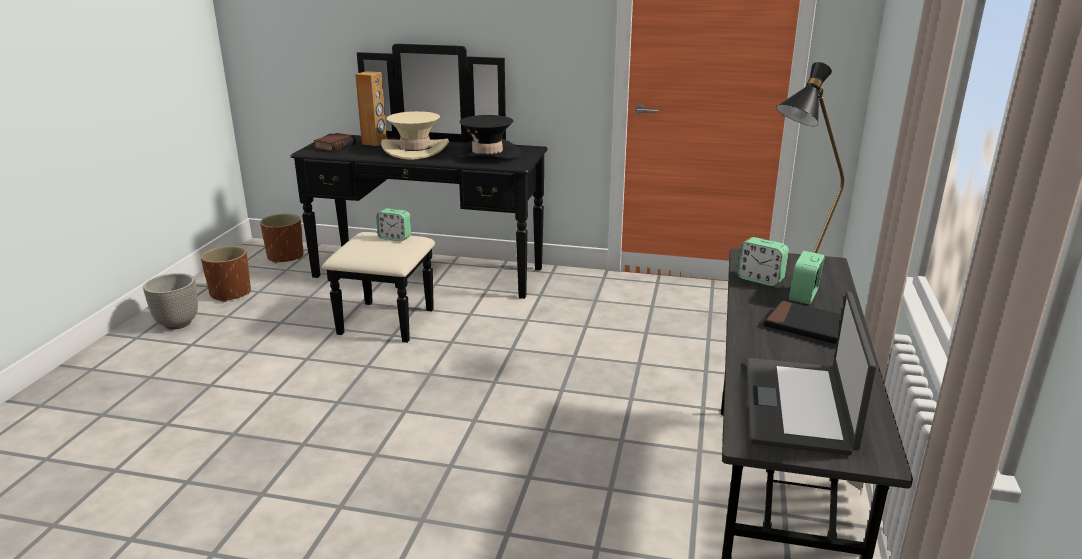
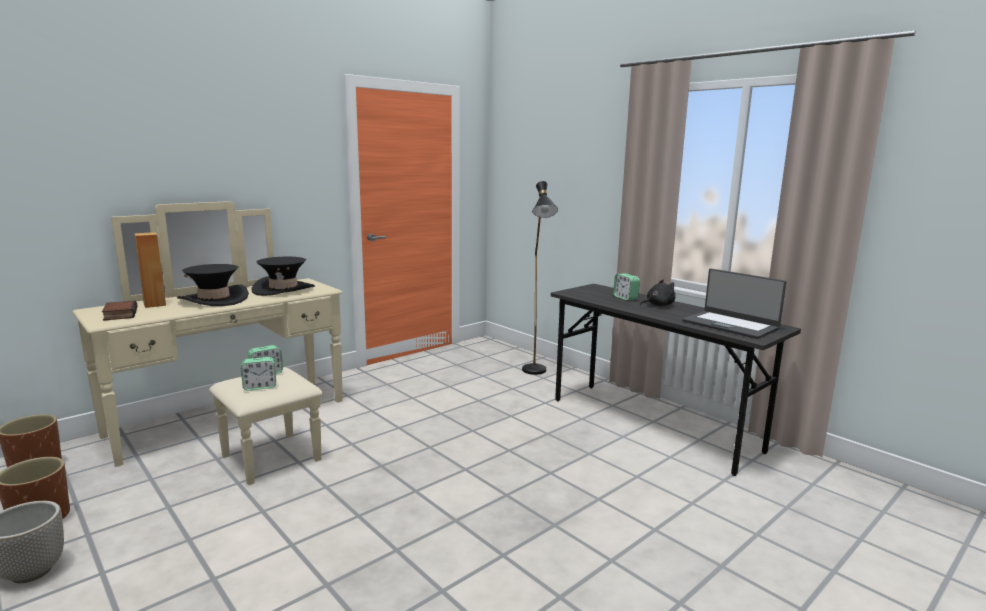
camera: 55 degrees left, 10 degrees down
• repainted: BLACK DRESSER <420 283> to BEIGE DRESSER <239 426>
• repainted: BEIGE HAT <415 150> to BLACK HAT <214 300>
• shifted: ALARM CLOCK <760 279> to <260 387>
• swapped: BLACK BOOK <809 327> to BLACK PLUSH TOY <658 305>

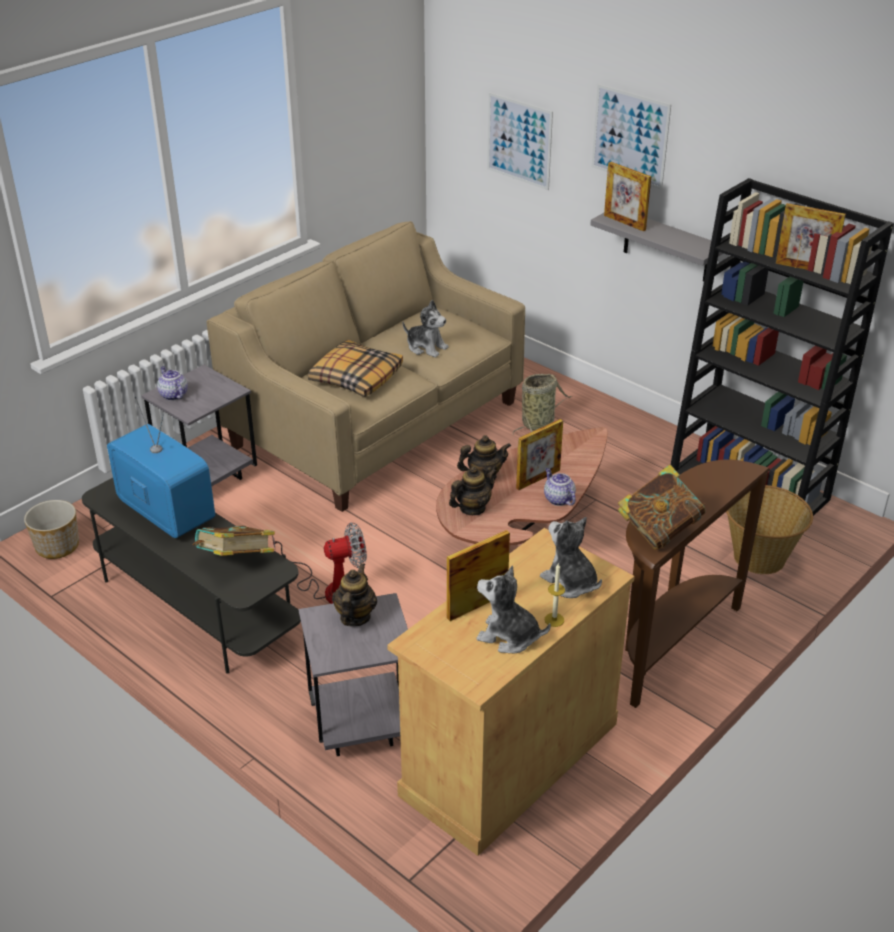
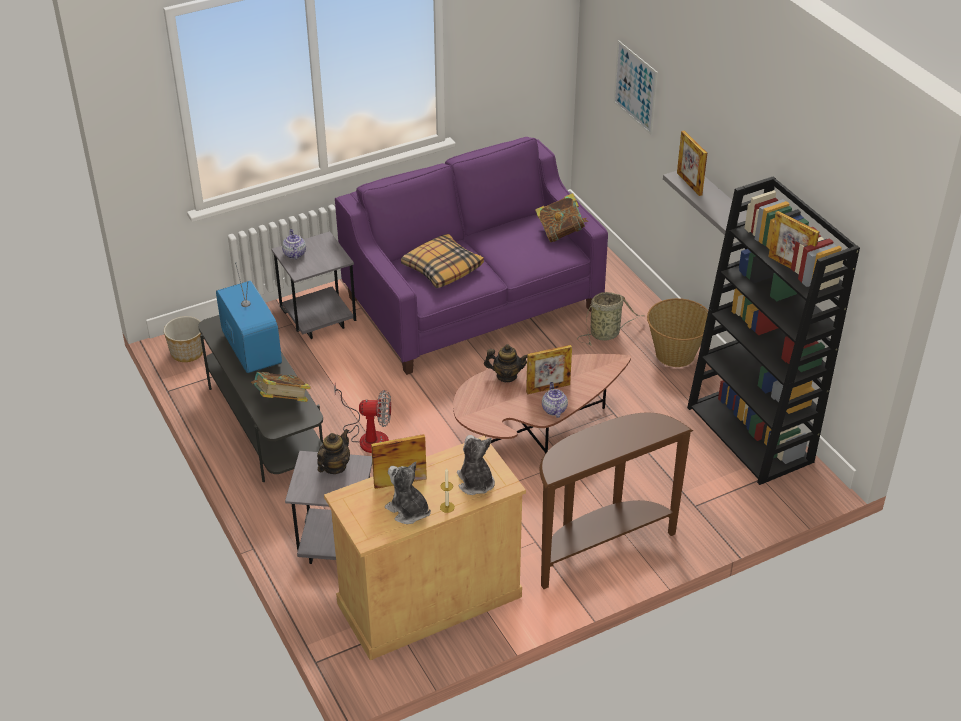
camera: 20 degrees right, 5 degrees up
• repainted: BEIGE SOFA <376 424> to PURPLE SOFA <472 304>
• shifted: BOOK <659 530> to <561 233>
• shifted: BASKET <760 557> to <676 354>
• gone: PLUSH TOY <426 347>
• gone: TEAPOT <472 508>
• gone: PICTURE <630 136>

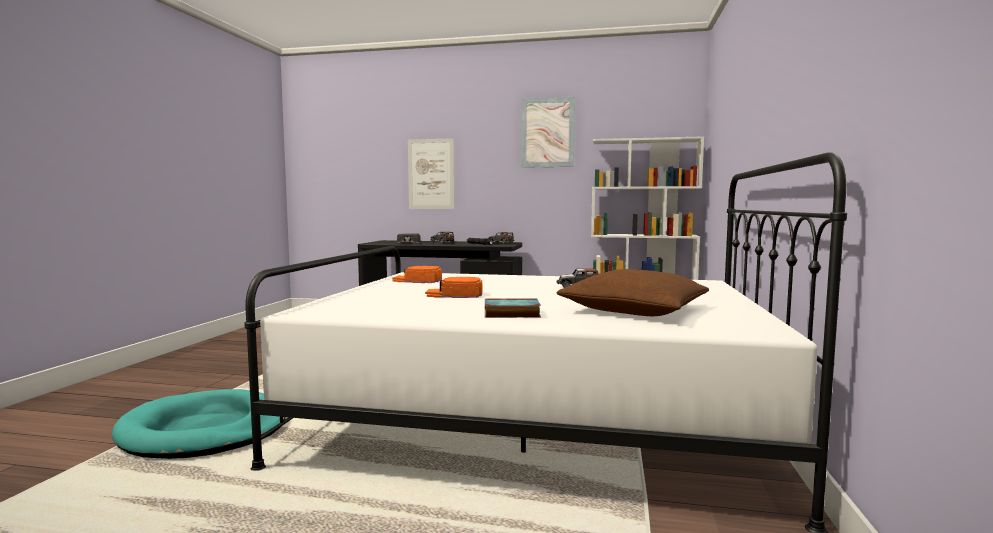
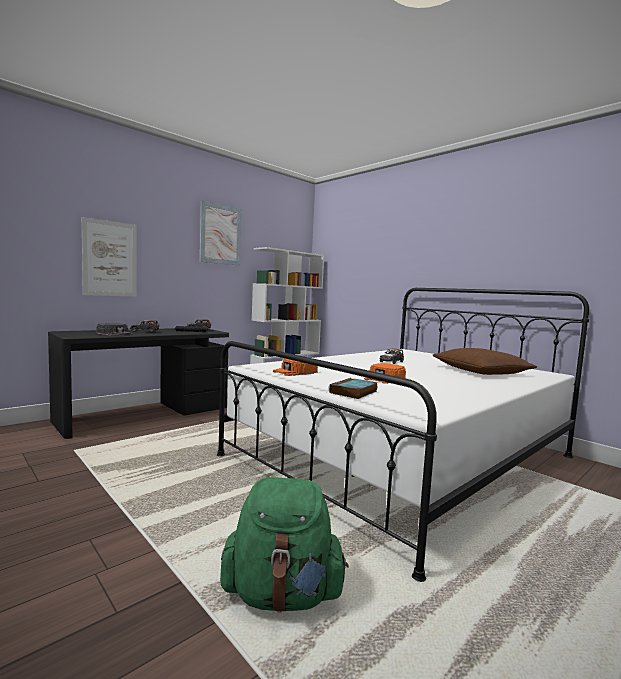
camera: 55 degrees left, 0 degrees up
• swapped: TURQUOISE DOG BED <204 431> to GREEN BACKPACK <282 595>
• shifted: BOOK <510 313> to <353 392>

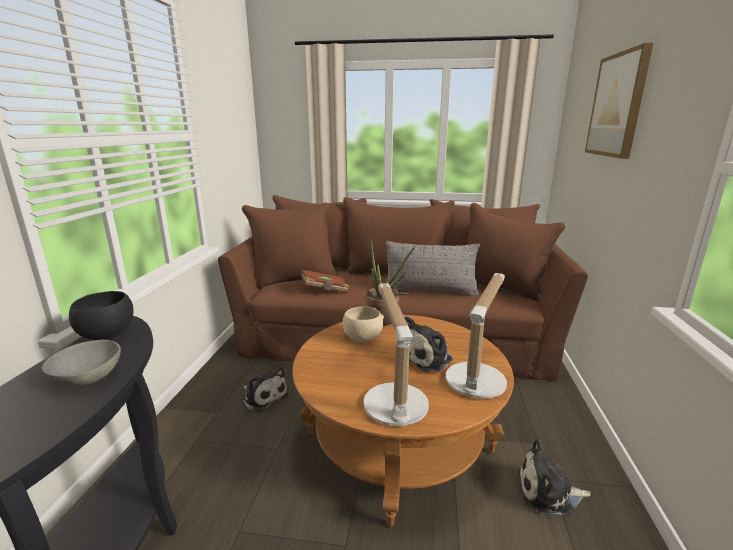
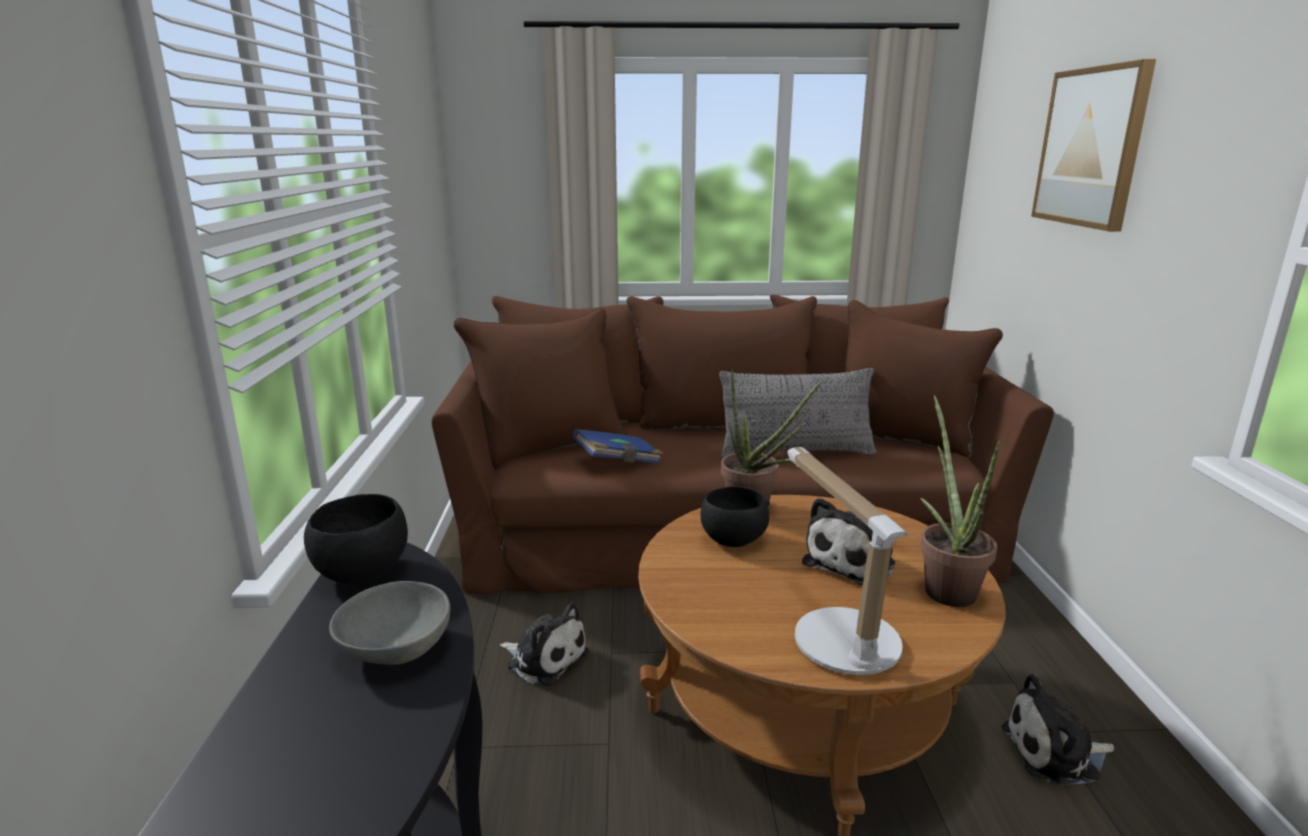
camera: 10 degrees left, 0 degrees up
• repainted: BROWN BOOK <325 290> to BLUE BOOK <618 462>
• repainted: BEIGE BOWL <361 338> to BLACK BOWL <732 540>
• swapped: TABLE LAMP <477 377> to POTTED PLANT <945 587>

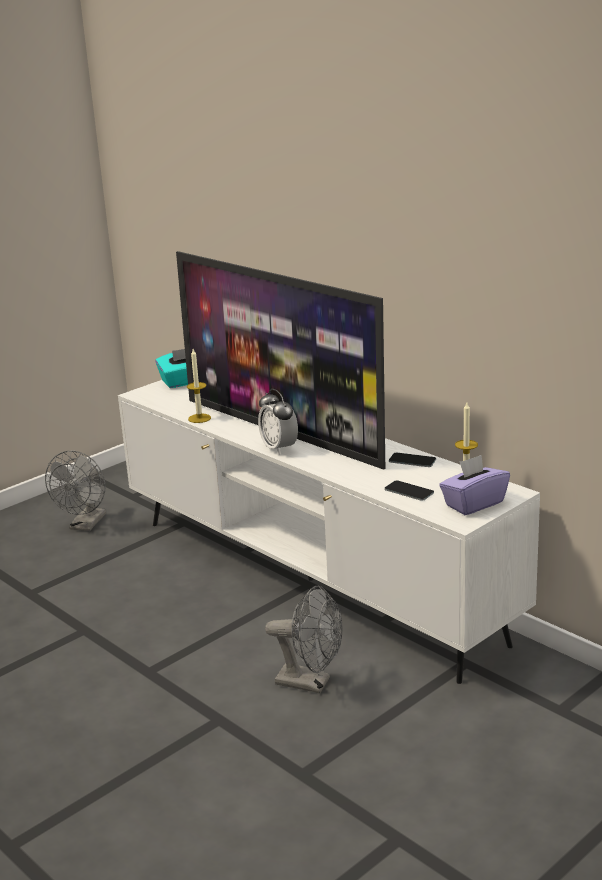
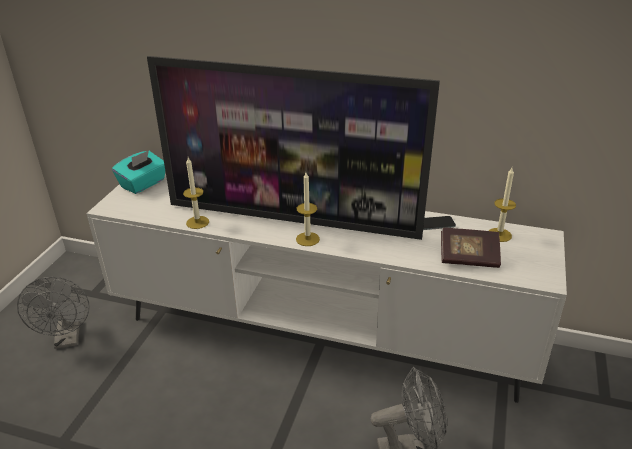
camera: 30 degrees left, 10 degrees up
• swapped: ALARM CLOCK <279 448> to CANDLE <307 239>
• swapped: PHONE <409 491> to BOOK <468 258>
• gone: PURPLE TISSUE BOX <473 503>

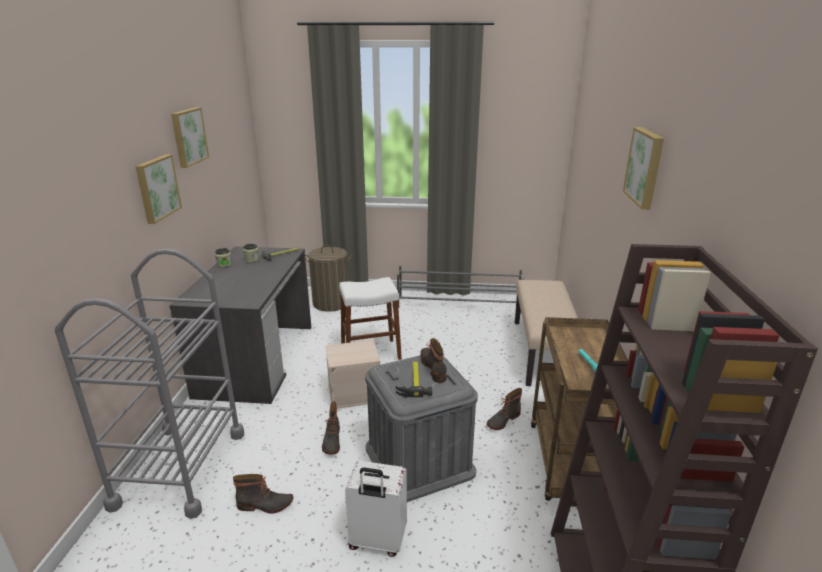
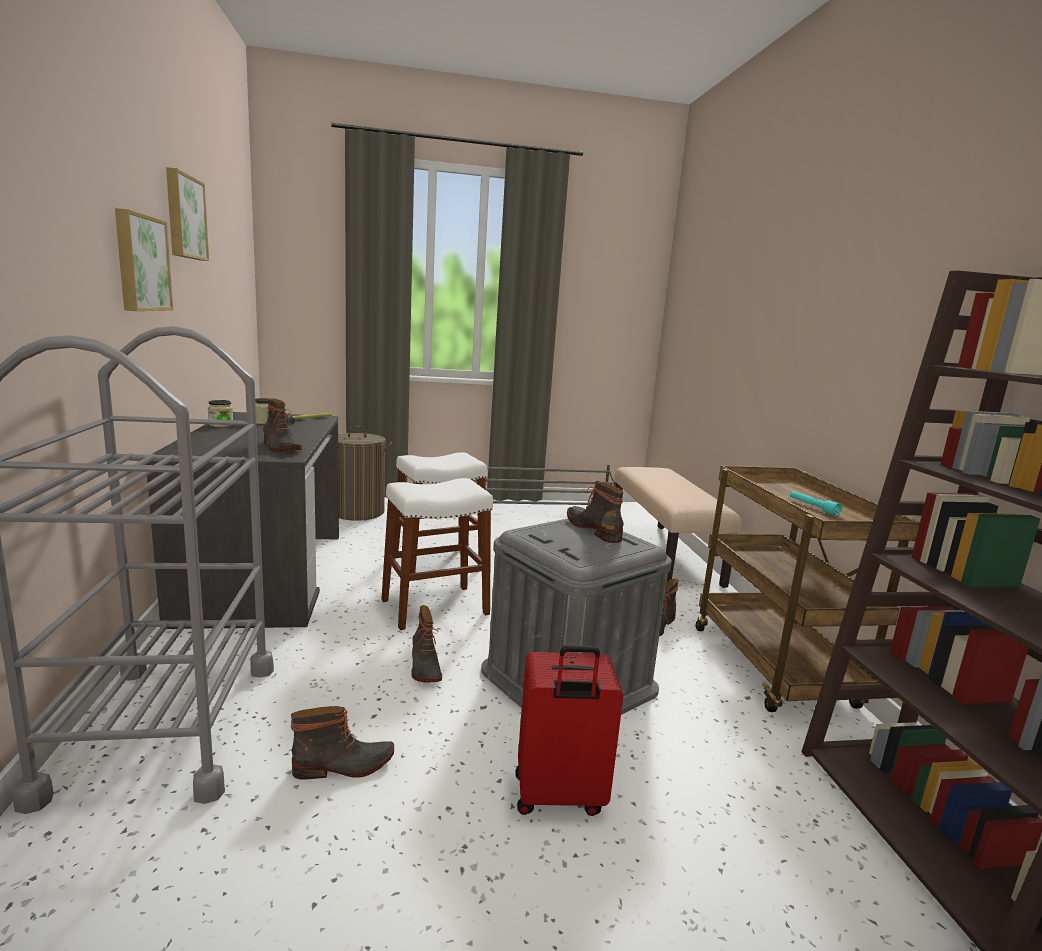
camera: 15 degrees left, 10 degrees down
• new: BOOT <280 447>
• swapped: BEIGE STORAGE BOX <355 393> to WHITE STOOL <435 607>
• repainted: WHITE SUITCASE <377 541> to RED SUITCASE <559 796>
• gone: HAMMER <413 381>
• gone: PICTURE <646 167>

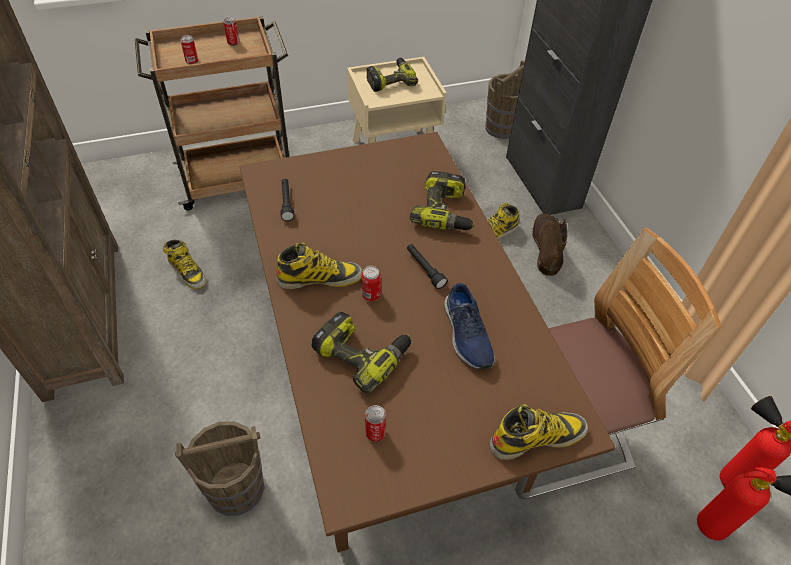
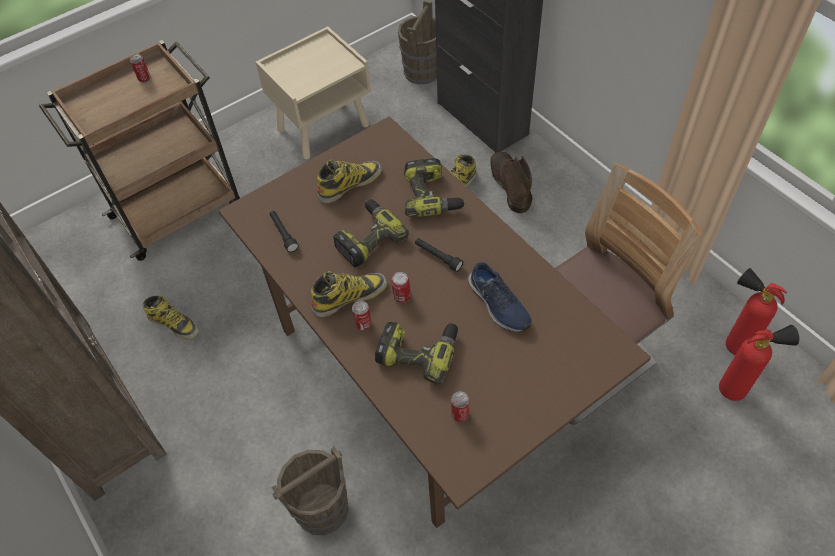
camera: 15 degrees left, 5 degrees up
• shifted: BOOT <537 437> to <350 184>
• shifted: POWER DRILL <390 80> to <367 238>
• shifted: CAN <192 62> to <363 324>

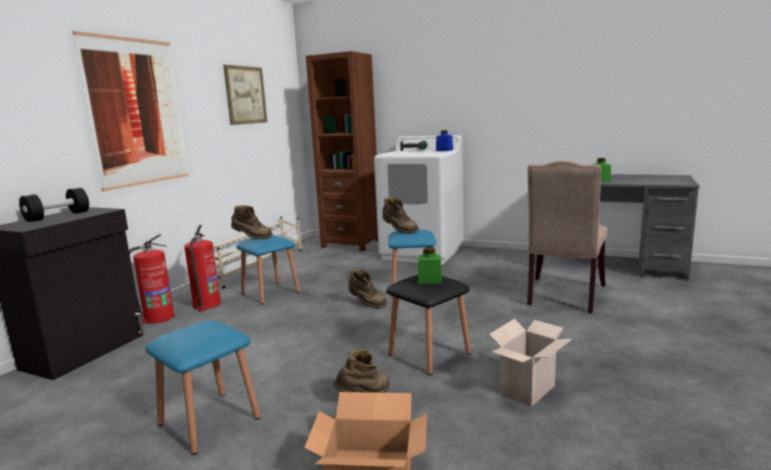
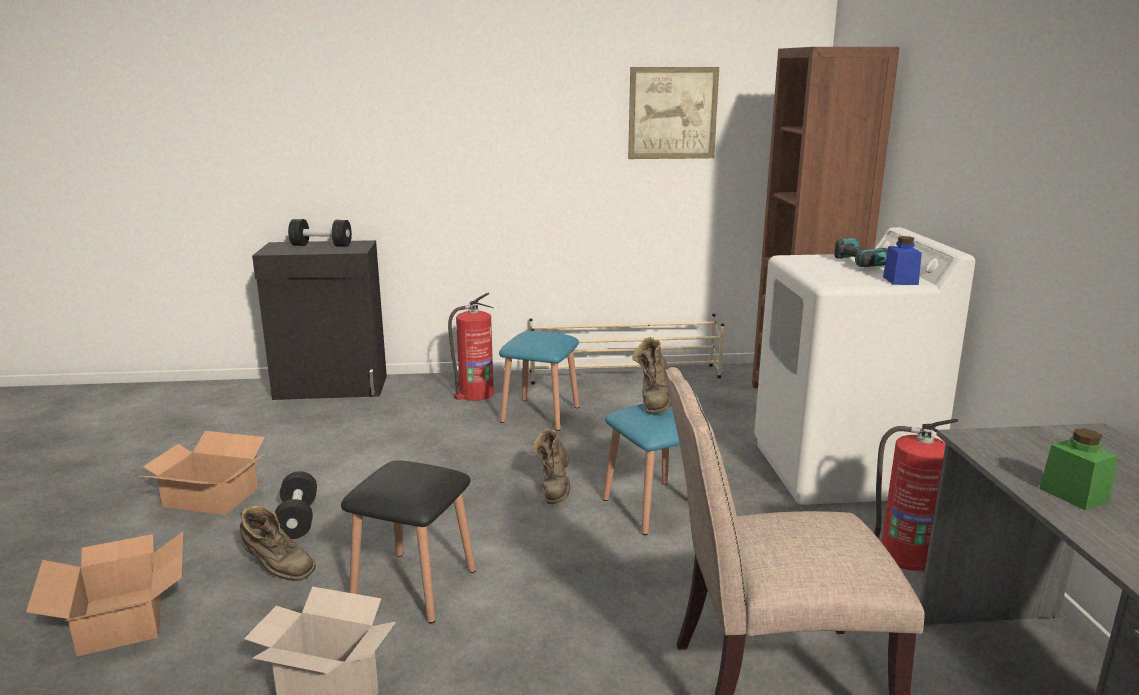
camera: 60 degrees right, 5 degrees up
• swapped: BLUE STOOL <209 421> to CARDBOARD BOX <211 496>
• new: BLACK DUMBBELL <297 519>
• shifted: FIRE EXTINGUISHER <158 318> to <904 555>
• gone: PICTURE <136 112>
• gone: BROWN BOOT <252 238>
• gone: GREEN JAR <430 280>

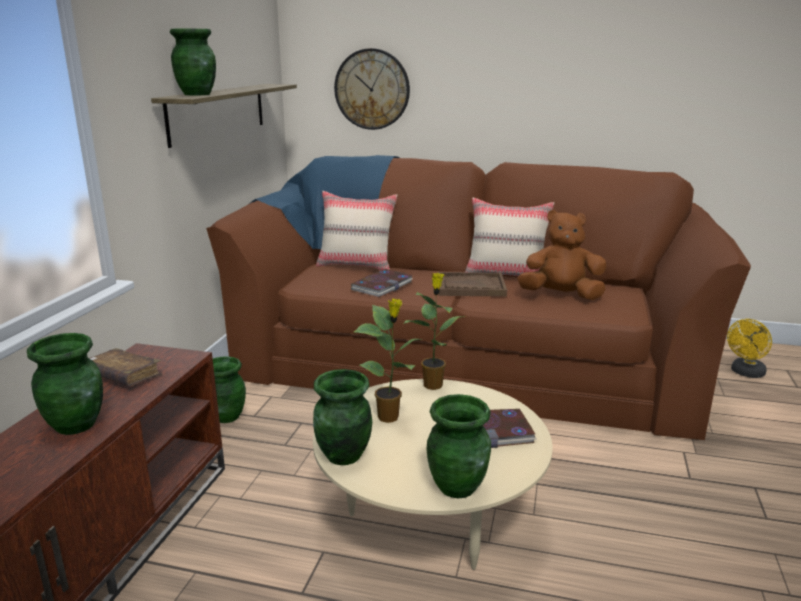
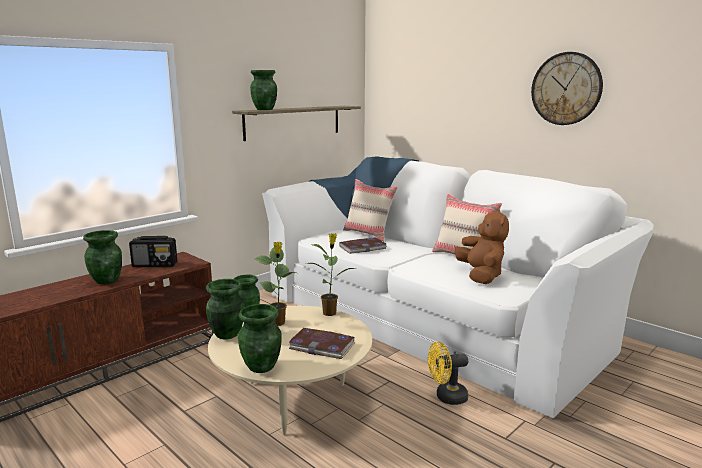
camera: 30 degrees right, 5 degrees down
• swapped: BROWN BOOK <123 376> to RADIO <155 265>
• repainted: BROWN SOFA <464 358> to WHITE SOFA <431 316>
• shifted: YELLOW FAN <745 373> to <446 397>
• rotated: BROWN PLUSH TOY <561 295> = <481 276> 45 degrees clockwise
• shifted: WALL CLOCK <372 89> to <566 89>
• gone: BROWN TRAY <470 287>

